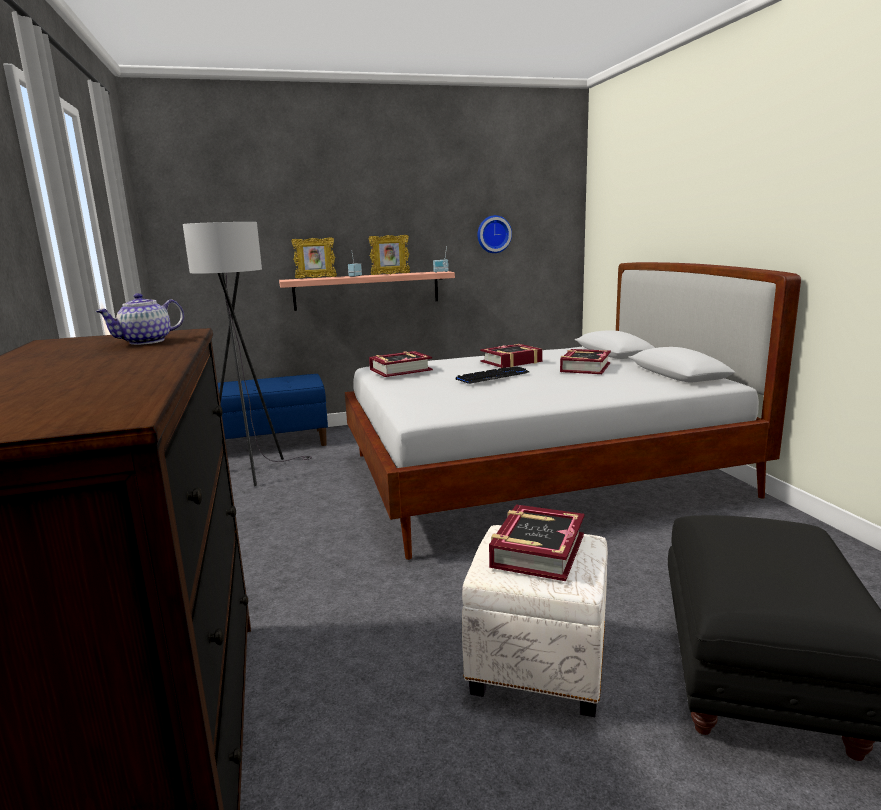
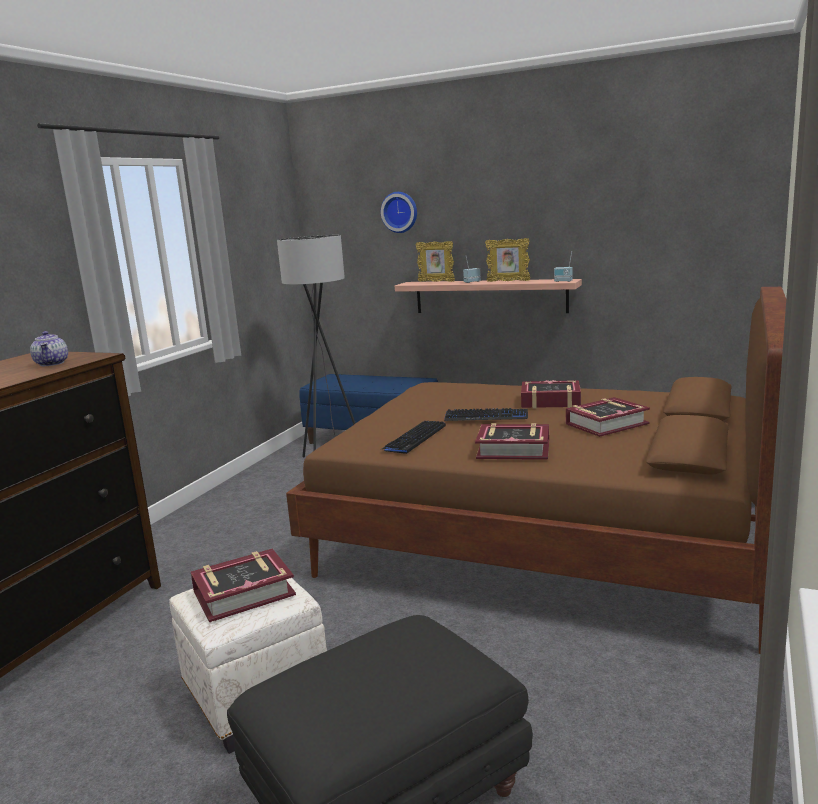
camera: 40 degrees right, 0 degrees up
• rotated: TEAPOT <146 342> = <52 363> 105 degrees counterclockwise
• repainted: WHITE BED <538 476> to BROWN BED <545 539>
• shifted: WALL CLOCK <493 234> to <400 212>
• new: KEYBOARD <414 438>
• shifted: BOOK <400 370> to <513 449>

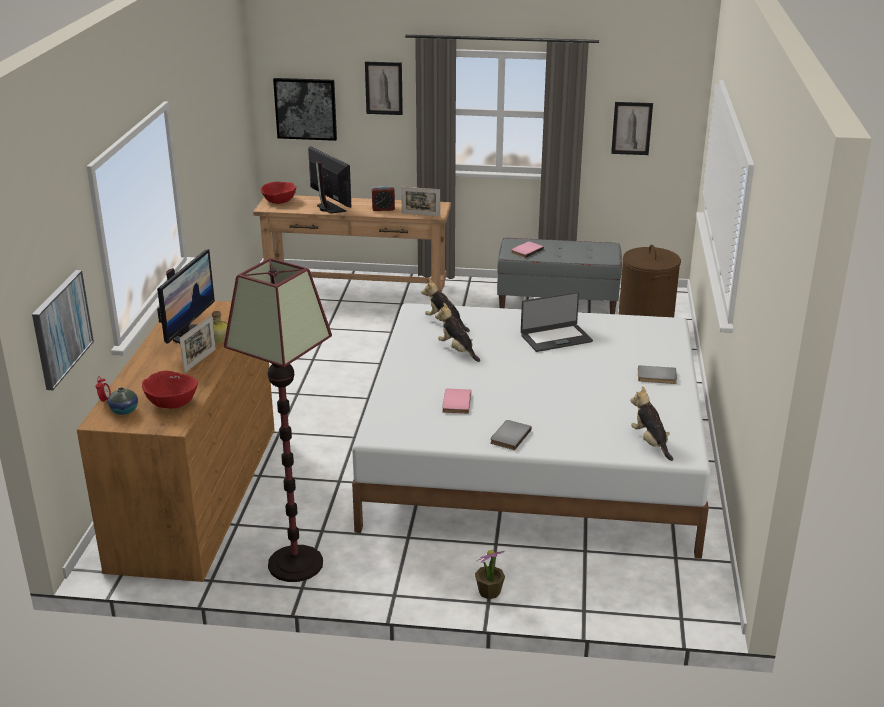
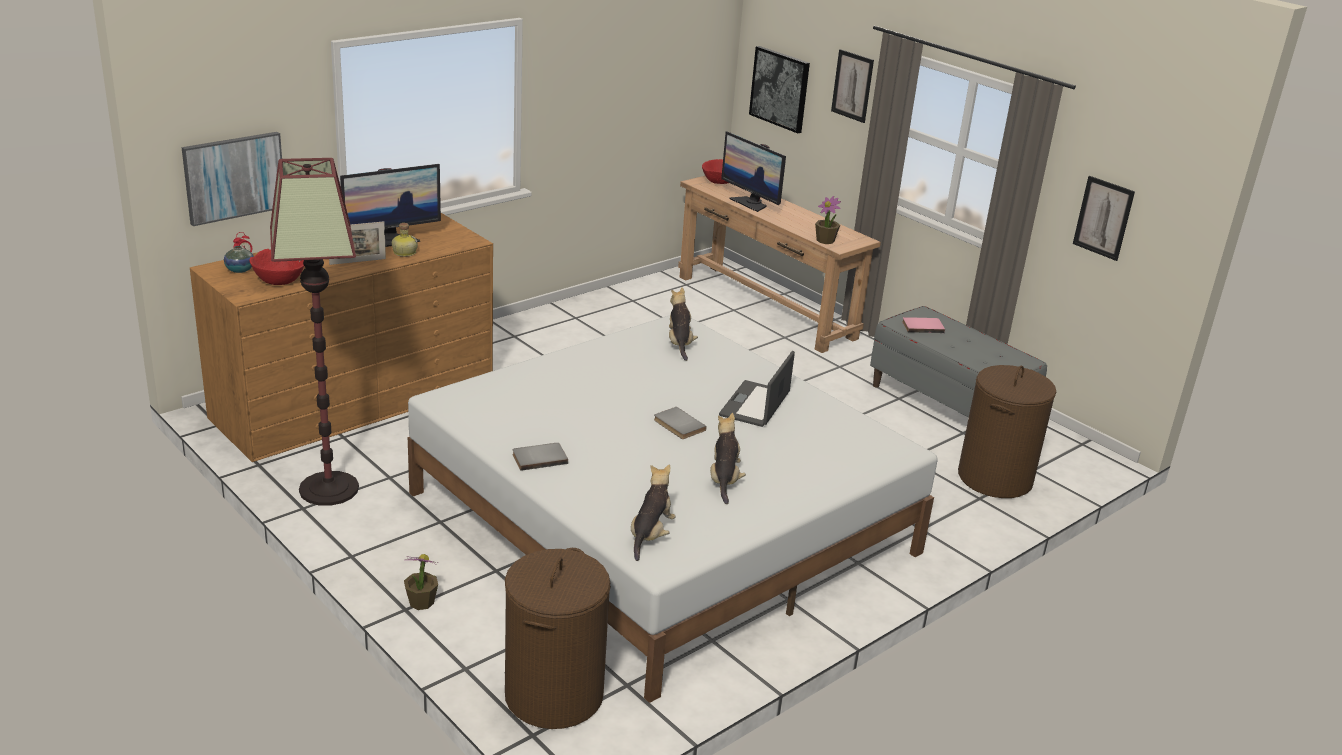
camera: 40 degrees right, 0 degrees up
• new: BROWN LAUNDRY BASKET <553 695>
• shifted: GREY BOOK <656 377> to <678 425>
• shifted: PLUSH TOY <457 350> to <724 480>
• rotated: LAPTOP <555 338> = <756 405> 90 degrees clockwise
• rotated: MONITOR <329 208> = <751 203> 135 degrees clockwise
• swapped: PICTURE FRAME <420 214> to POTTED PLANT <825 240>
• gone: ALARM CLOCK <383 209>
• gone: PINK BOOK <455 403>

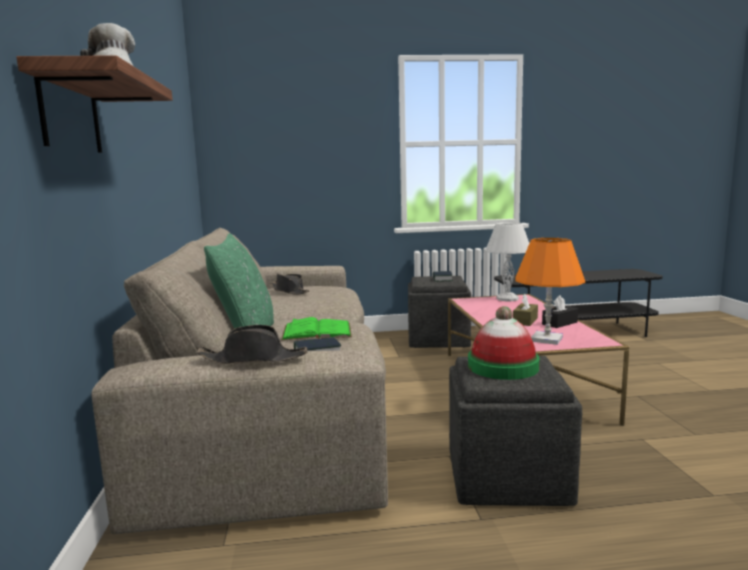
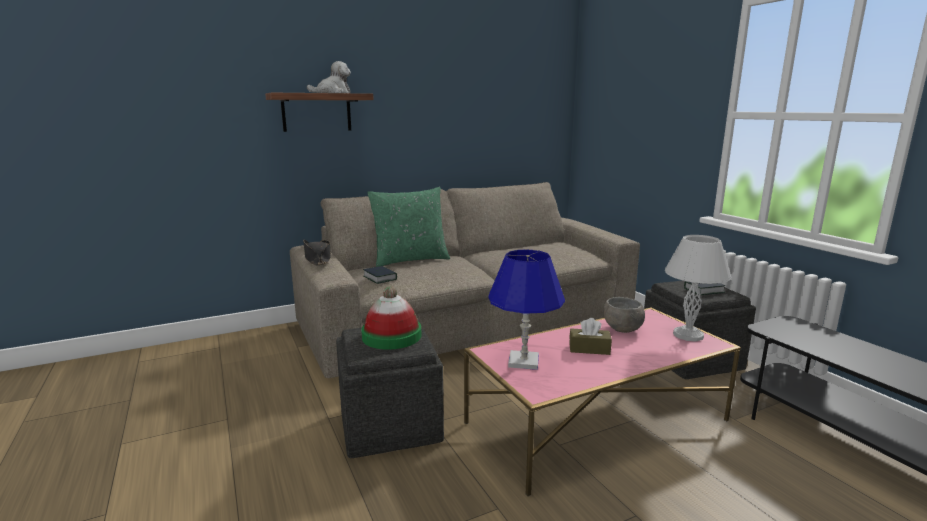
camera: 70 degrees right, 5 degrees up
• repainted: ORANGE TABLE LAMP <547 339> to BLUE TABLE LAMP <523 362>
• new: GREY BOWL <622 329>
• gone: BLACK HAT <289 291>
• gone: GREEN BOOK <317 331>
• gone: BLACK TISSUE BOX <559 323>

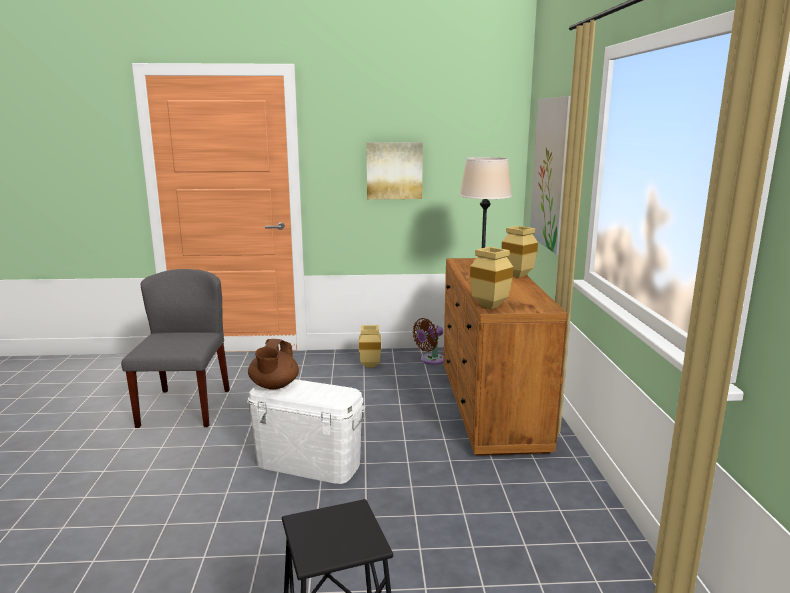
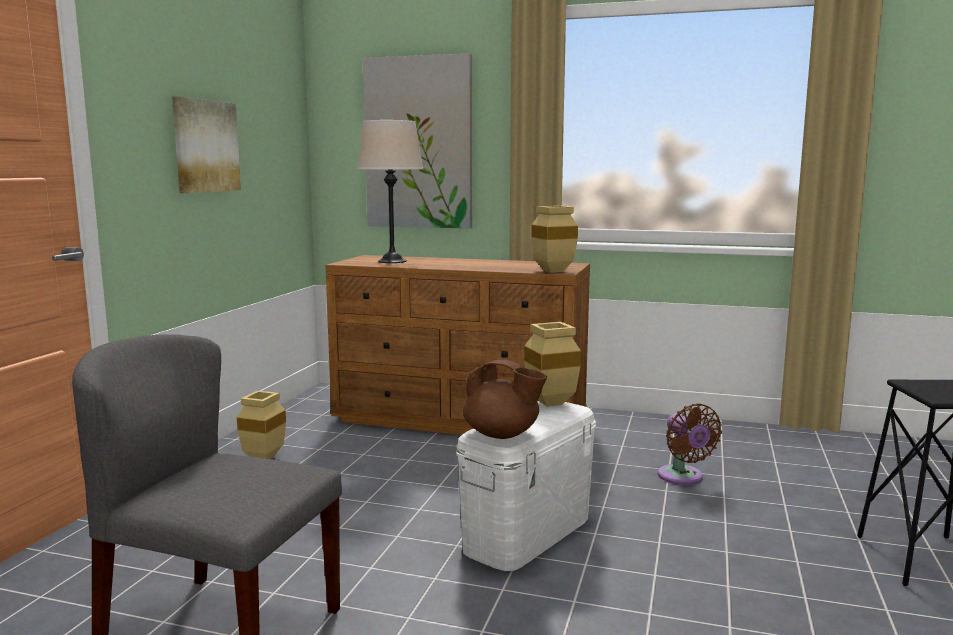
camera: 70 degrees left, 5 degrees down
• shifted: BEIGE VASE <515 275> to <549 404>
• shifted: BROWN FAN <430 360> to <683 478>

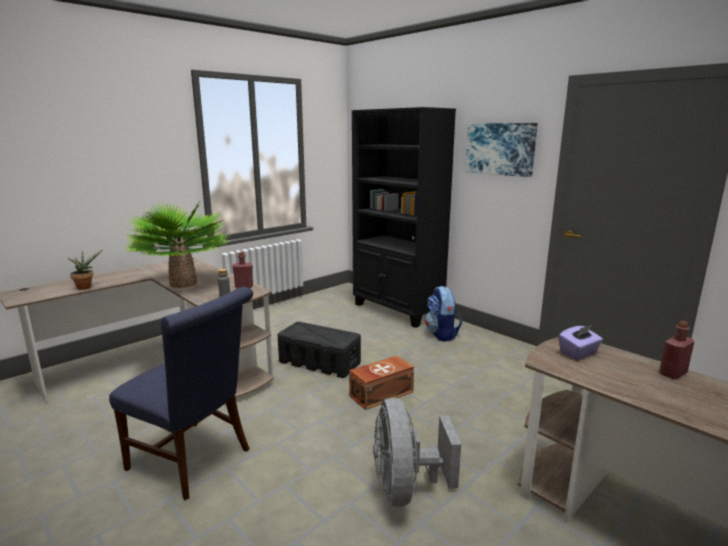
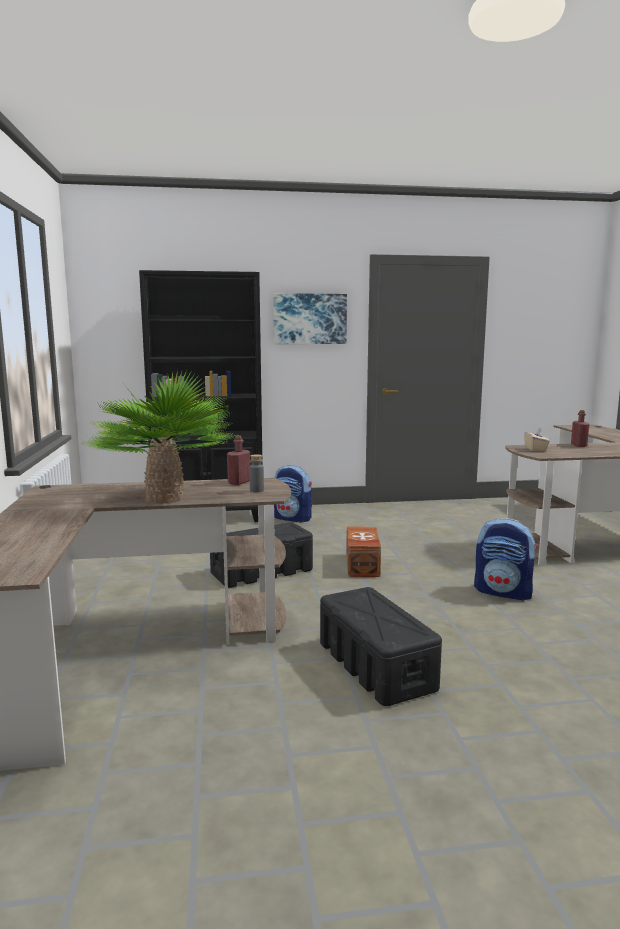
camera: 55 degrees left, 5 degrees down
• swapped: BLUE CHAIR <195 460> to BLACK STORAGE BOX <376 666>
• swapped: GREY FAN <406 488> to BACKPACK <504 592>
• repainted: PURPLE TISSUE BOX <578 353> to BEIGE TISSUE BOX <535 449>
• gone: POTTED PLANT <86 287>

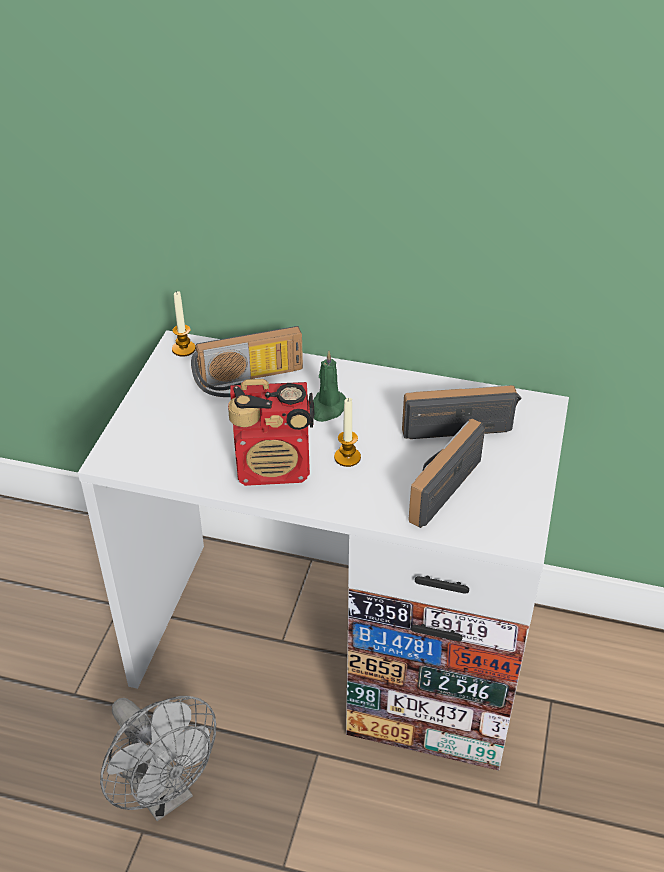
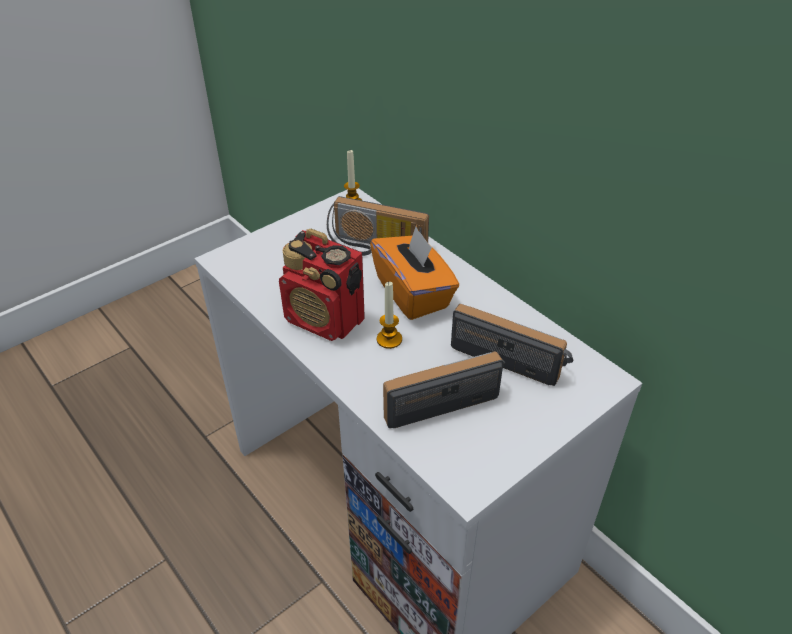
camera: 35 degrees right, 0 degrees up
• swapped: GREEN CANDLE <328 408> to ORANGE TISSUE BOX <413 293>
• gone: GREY FAN <164 793>

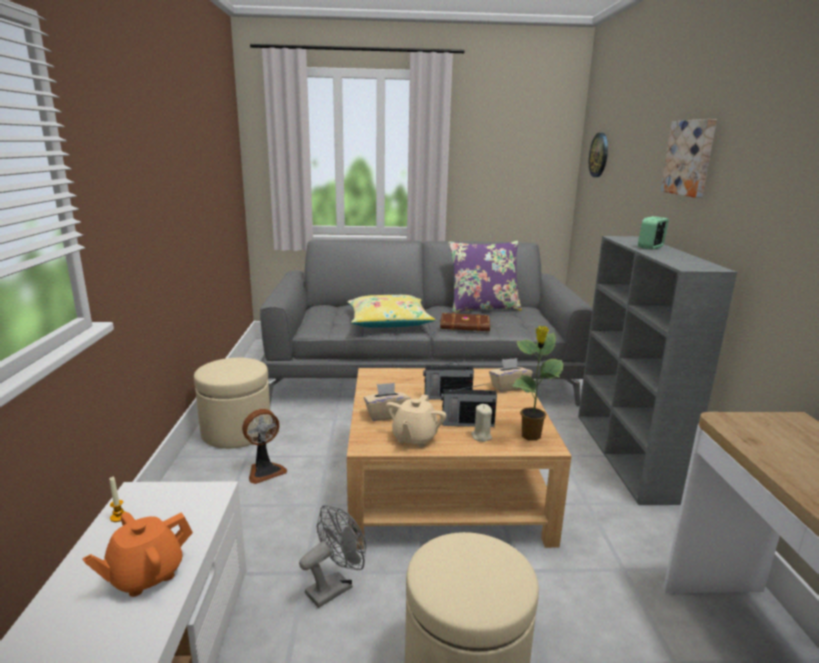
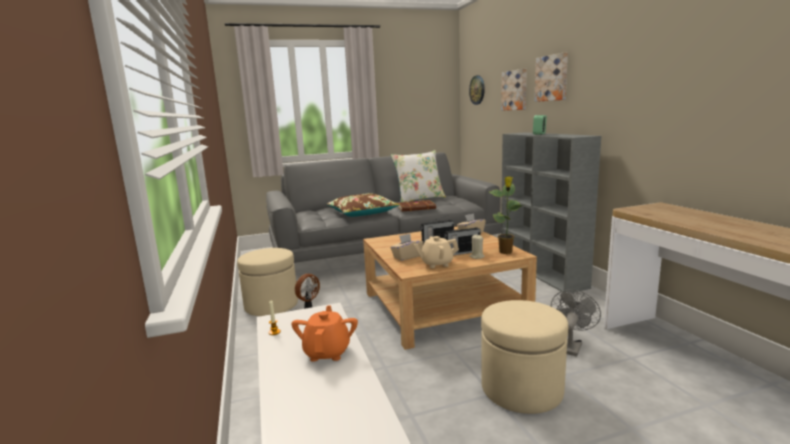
camera: 15 degrees left, 5 degrees down
• rotated: ORANGE TEAPOT <145 575> = <327 352> 150 degrees clockwise
• repainted: YELLOW PILLOW <388 322> to BROWN PILLOW <362 213>
• repainted: PURPLE PILLOW <483 308> to WHITE PILLOW <419 199>
• rotated: BEIGE TEAPOT <414 438> = <436 264> 75 degrees clockwise
• new: PICTURE <515 90>
• shifted: GREY FAN <334 587> to <571 346>

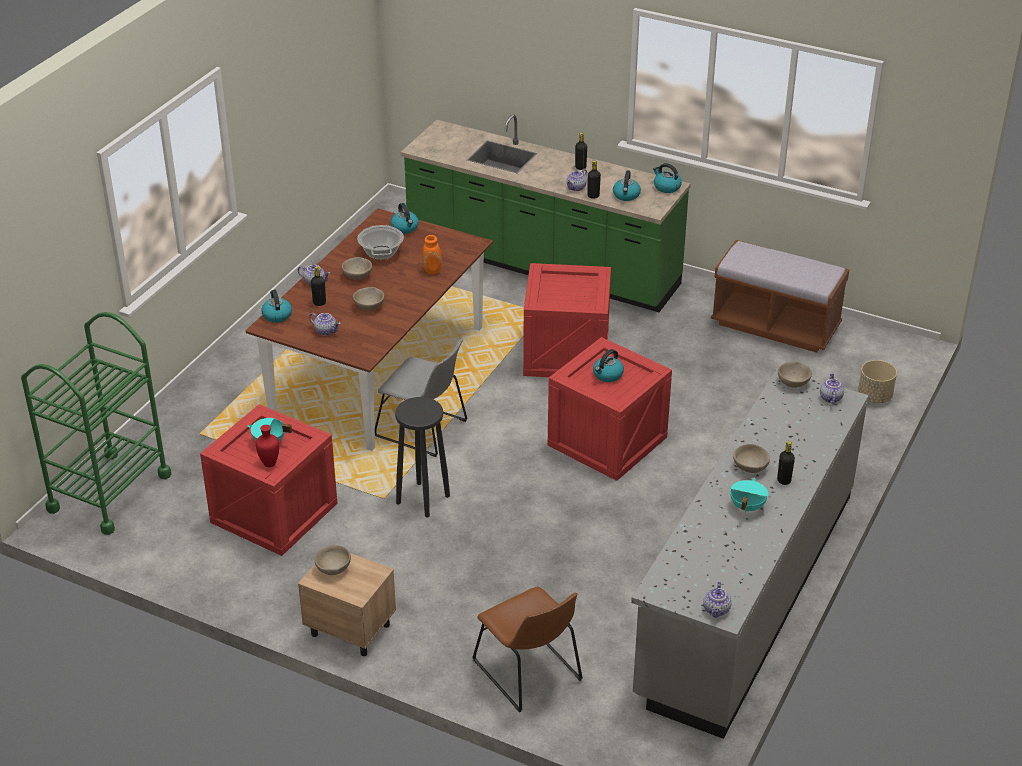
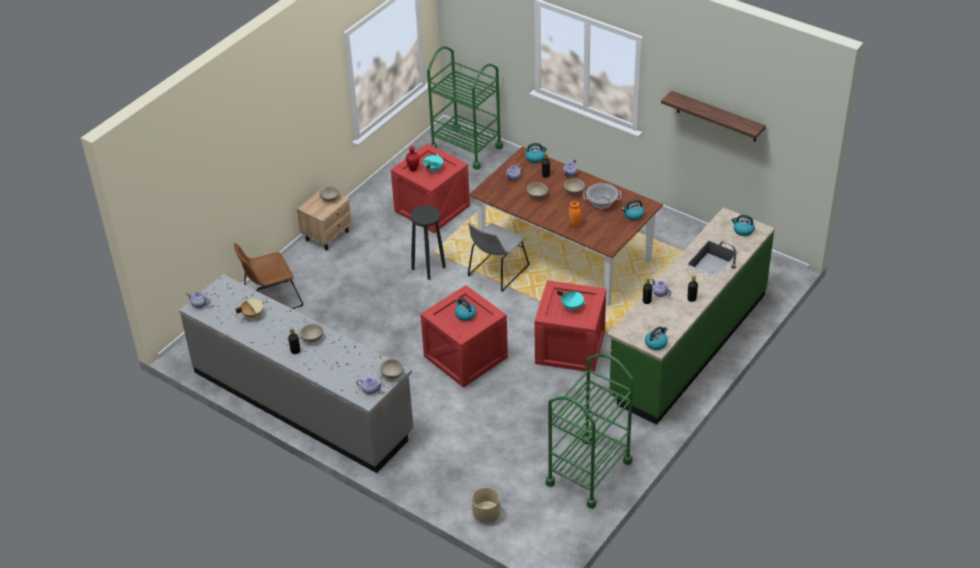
camera: 100 degrees right, 5 degrees up
• new: BEIGE COOKING POT <252 315>
• swapped: BROWN BENCH <775 326> to GREEN CART <589 472>
• shifted: TURQUOISE COOKING POT <746 506> to <572 306>
• new: SHELF <717 117>
• shifted: KETTLE <626 195> to <743 230>

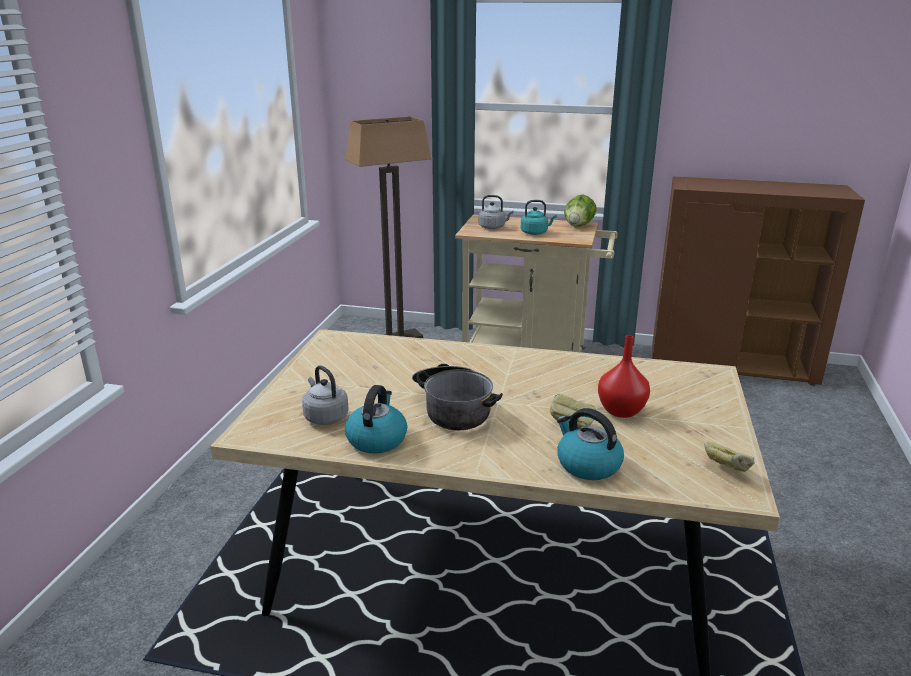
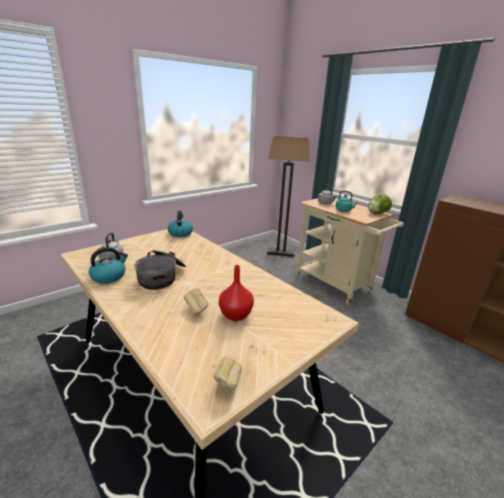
camera: 35 degrees right, 0 degrees up
• shifted: KETTLE <587 465> to <180 233>

